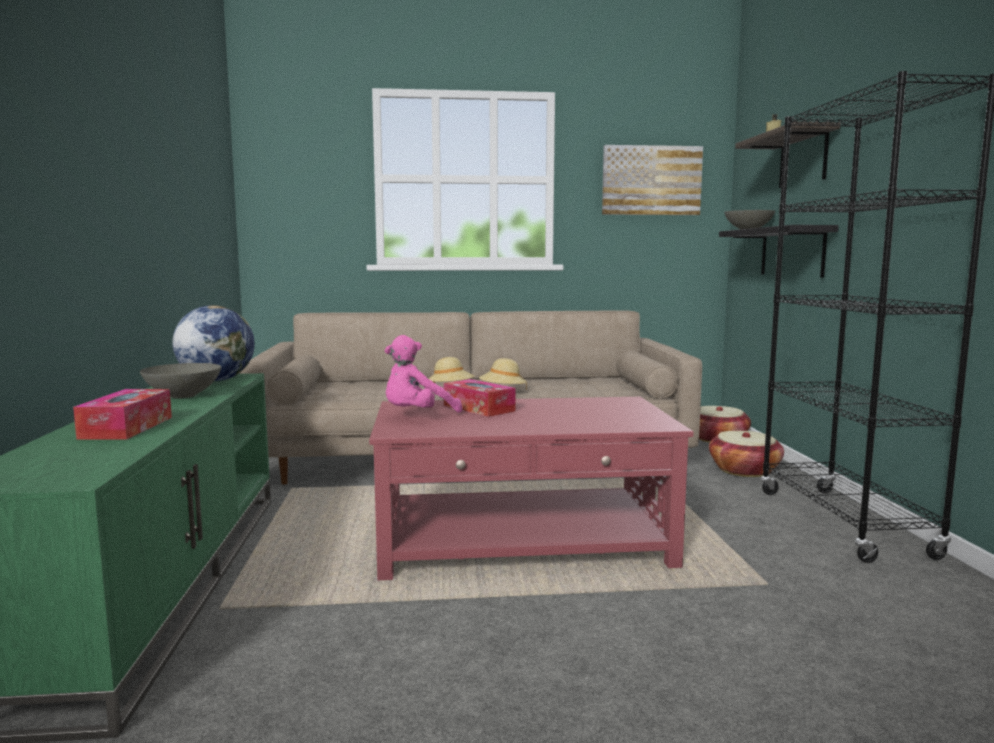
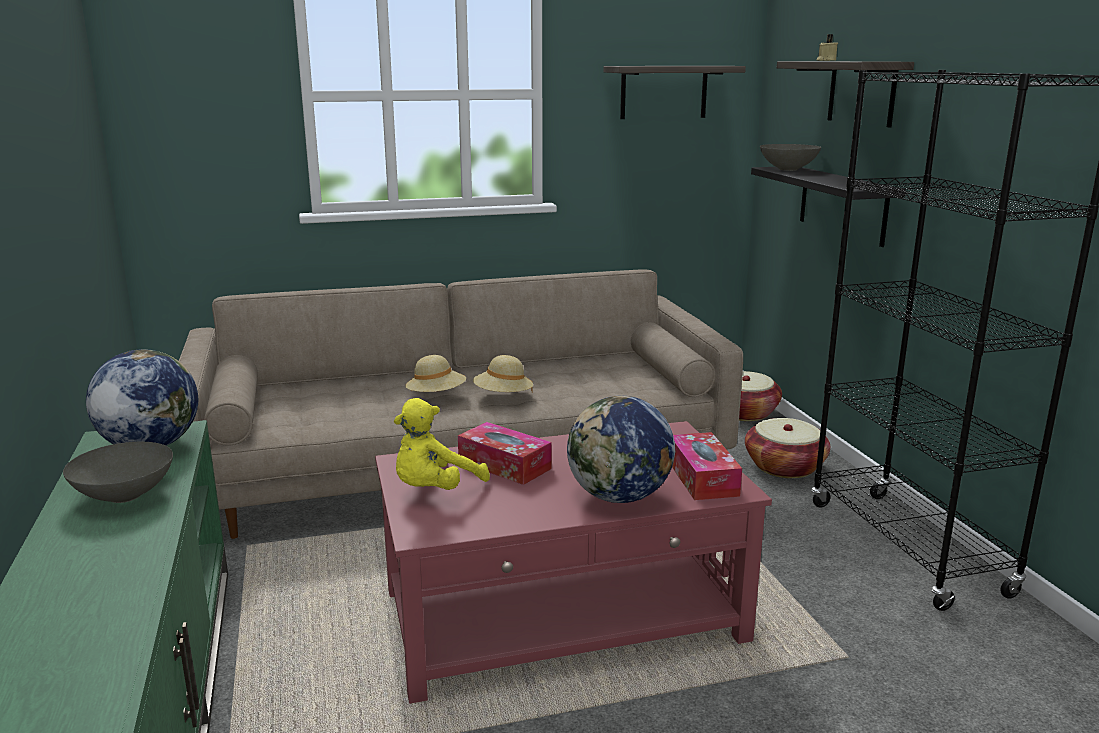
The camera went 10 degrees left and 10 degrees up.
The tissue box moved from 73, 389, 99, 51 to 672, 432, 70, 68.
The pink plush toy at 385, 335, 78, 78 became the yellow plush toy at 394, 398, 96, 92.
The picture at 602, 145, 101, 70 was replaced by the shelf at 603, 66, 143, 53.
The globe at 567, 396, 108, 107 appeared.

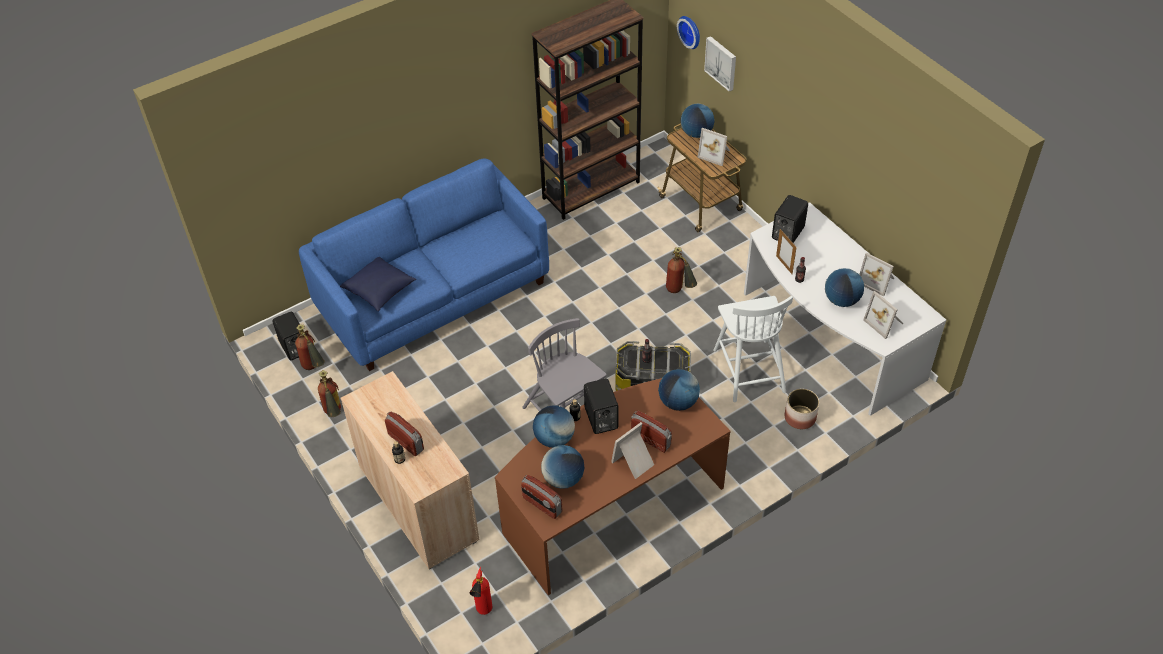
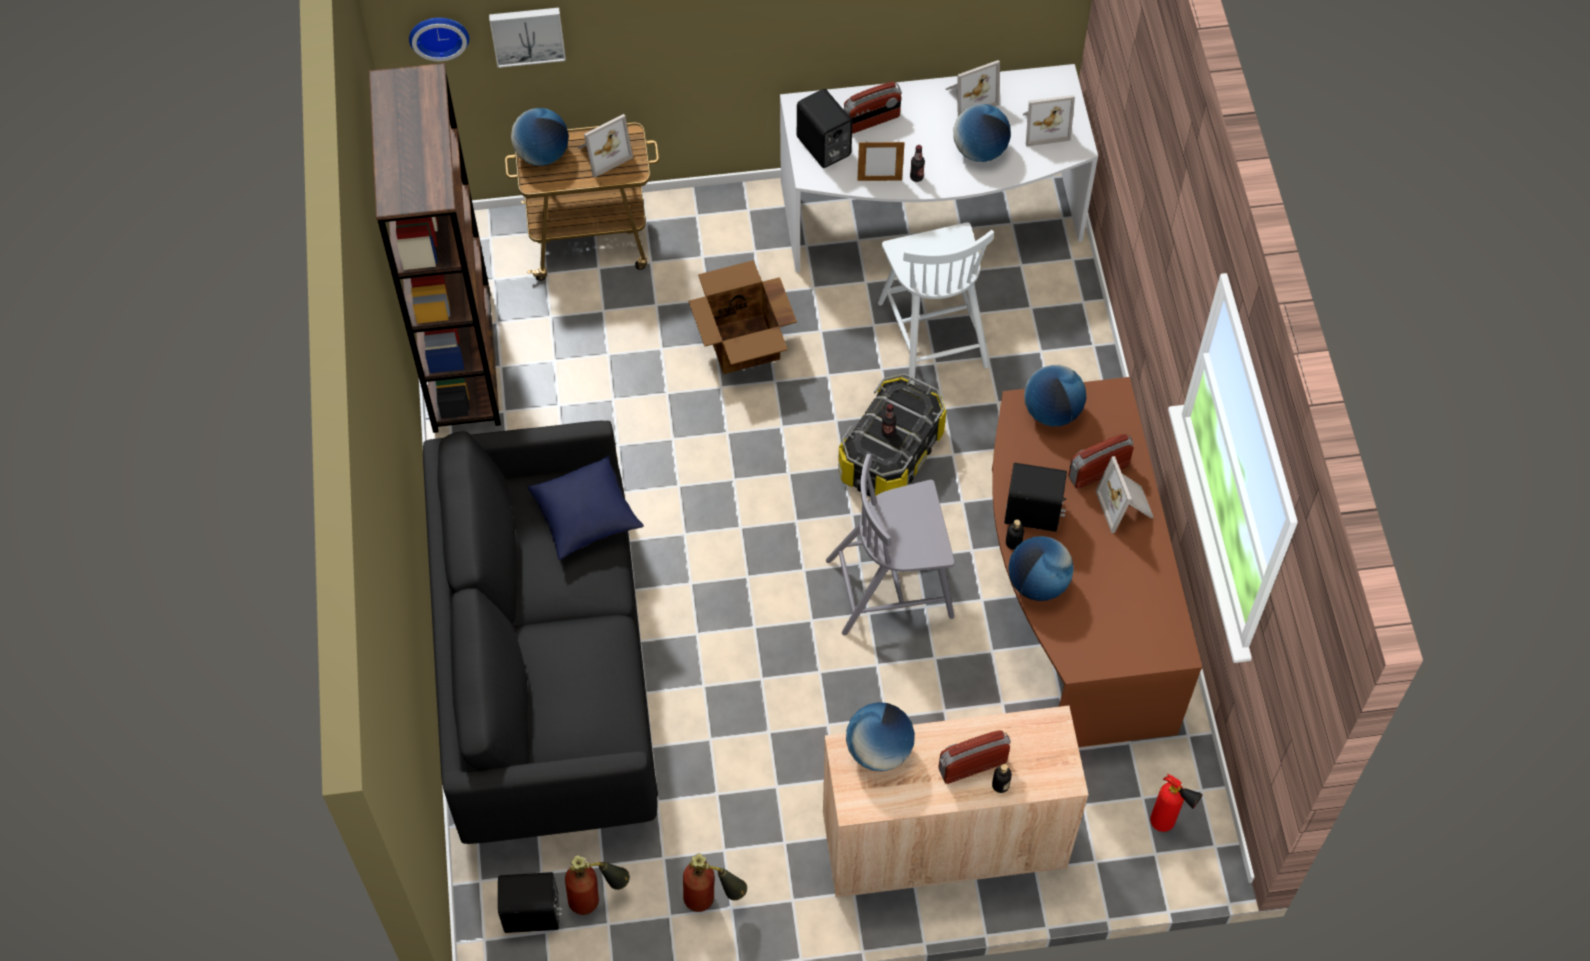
The camera went 65 degrees left and 10 degrees up.
The blue sofa at 299, 158, 250, 213 became the black sofa at 423, 421, 235, 423.
The blue pillow moved from 340, 257, 76, 54 to 528, 455, 116, 106.
The radio moved from 521, 475, 41, 44 to 844, 82, 58, 52.
The globe moved from 541, 445, 43, 44 to 846, 702, 69, 70.
The fire extinguisher at 666, 247, 31, 46 was replaced by the cardboard box at 688, 260, 109, 114.
The white chair at 713, 296, 80, 106 turned 60 degrees clockwise.
The planter at 785, 389, 34, 40 disappeared.

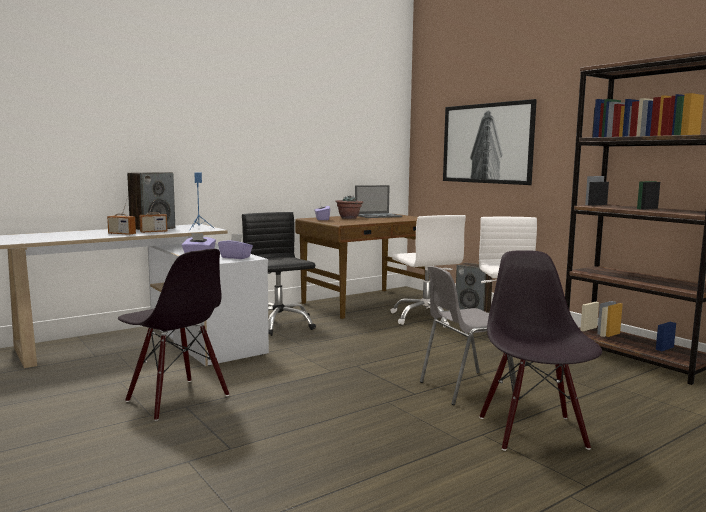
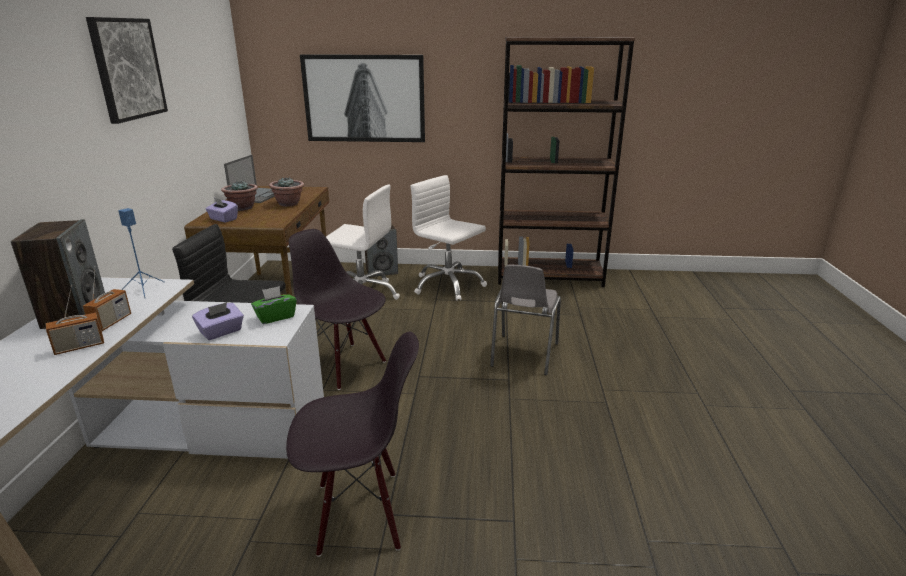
The camera went 50 degrees left and 15 degrees up.
The purple tissue box at 218, 234, 35, 25 became the green tissue box at 251, 286, 46, 38.
The black chair moved from 479, 250, 123, 201 to 289, 229, 97, 161.
The picture at 86, 17, 82, 107 appeared.
The potted plant at 269, 177, 35, 30 appeared.

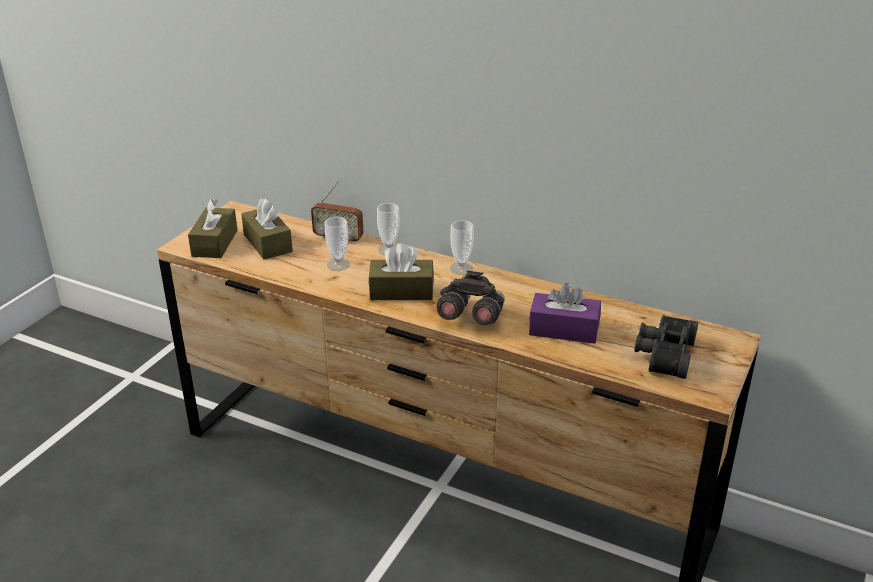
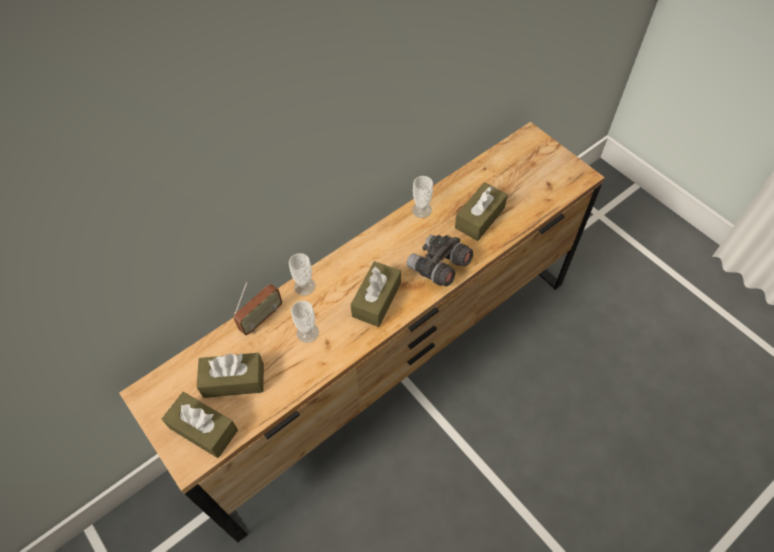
The camera went 65 degrees left and 25 degrees up.
The cup moved from 450, 220, 24, 55 to 412, 176, 21, 42.
The purple tissue box at 529, 283, 72, 61 became the brown tissue box at 455, 182, 53, 59.
The black binoculars at 634, 315, 64, 64 disappeared.

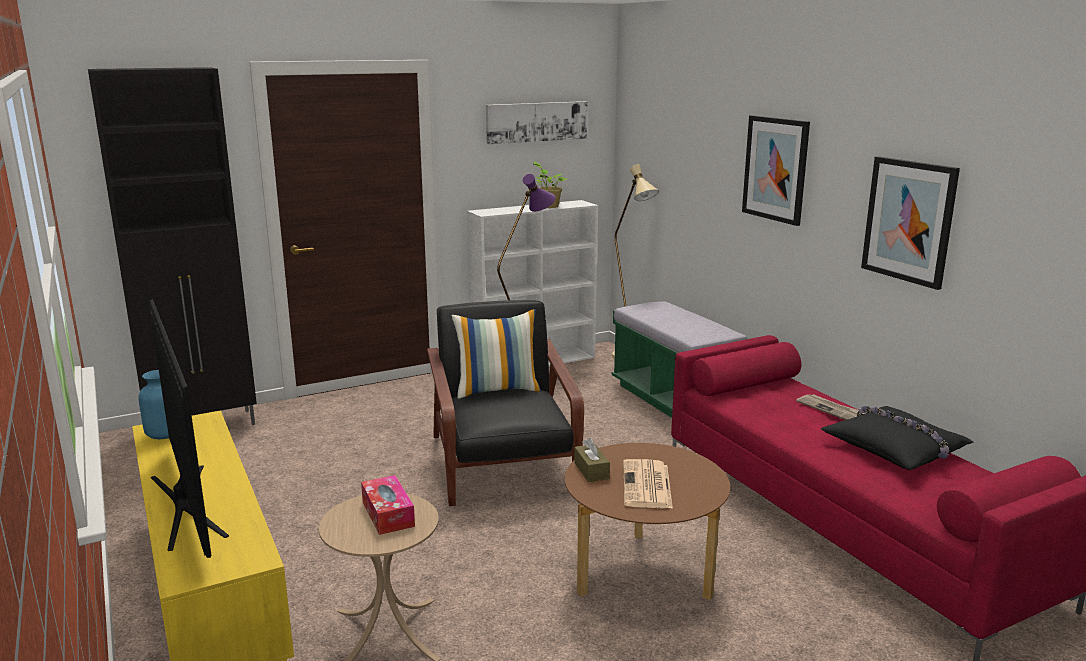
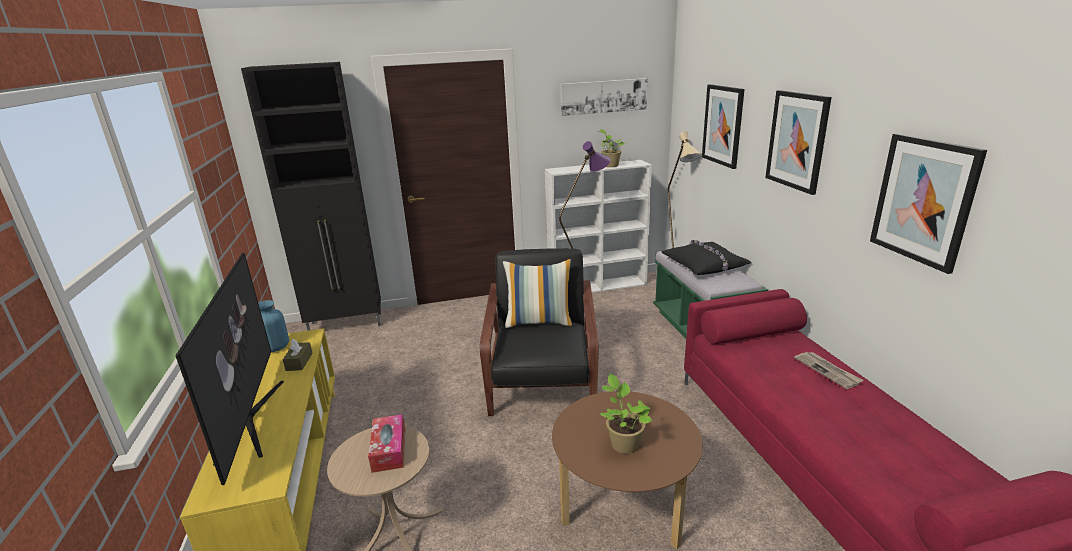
The camera went 15 degrees right and 5 degrees up.
The brown tissue box moved from 574, 438, 36, 44 to 283, 339, 30, 32.
The newspaper at 623, 459, 50, 50 was replaced by the potted plant at 600, 374, 52, 80.
The black pillow moved from 821, 406, 152, 64 to 661, 240, 91, 35.
The picture at 702, 84, 43, 85 appeared.

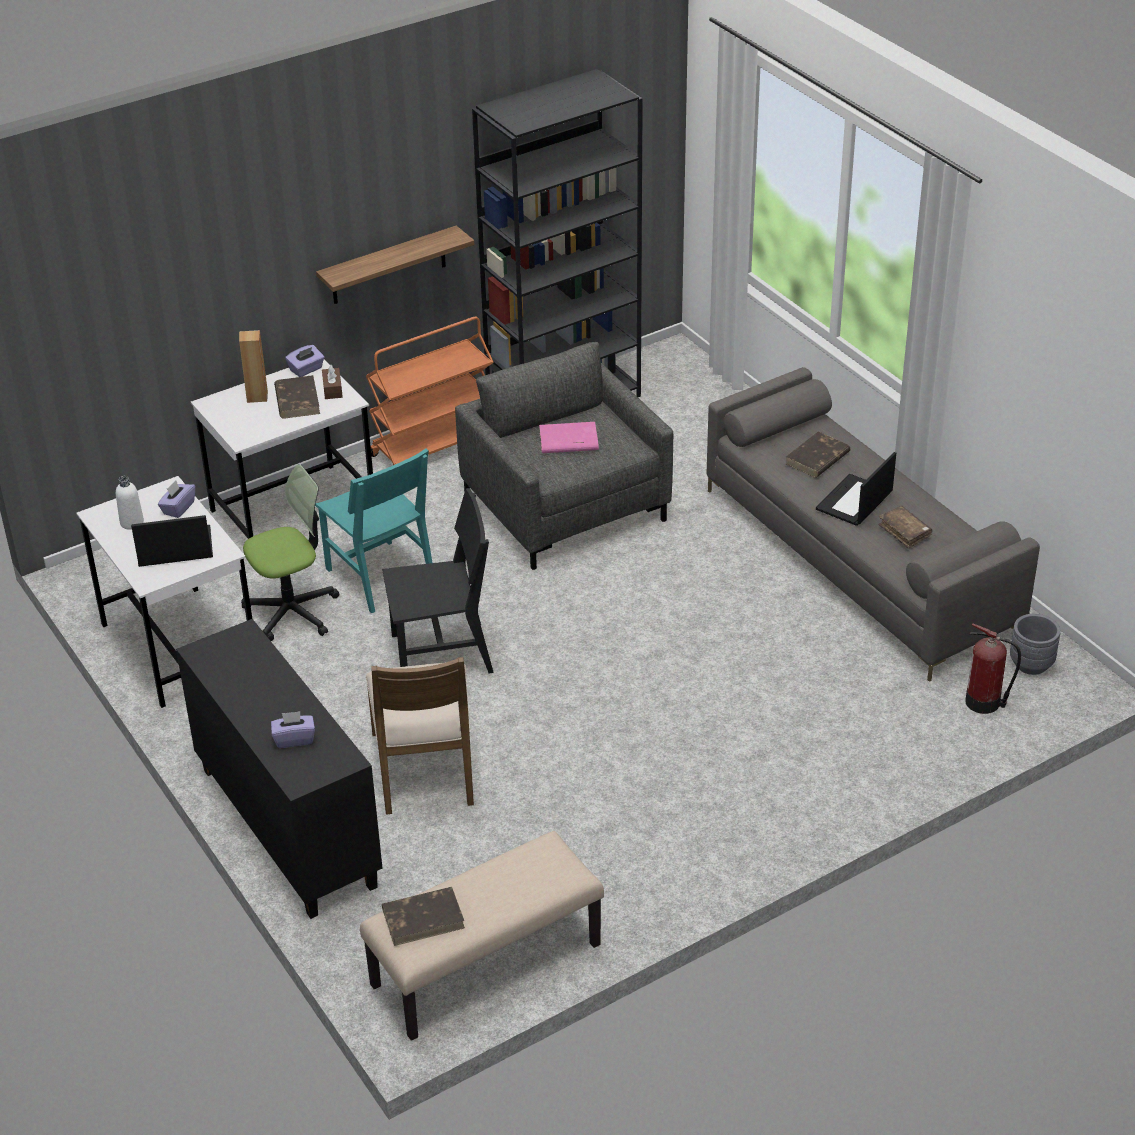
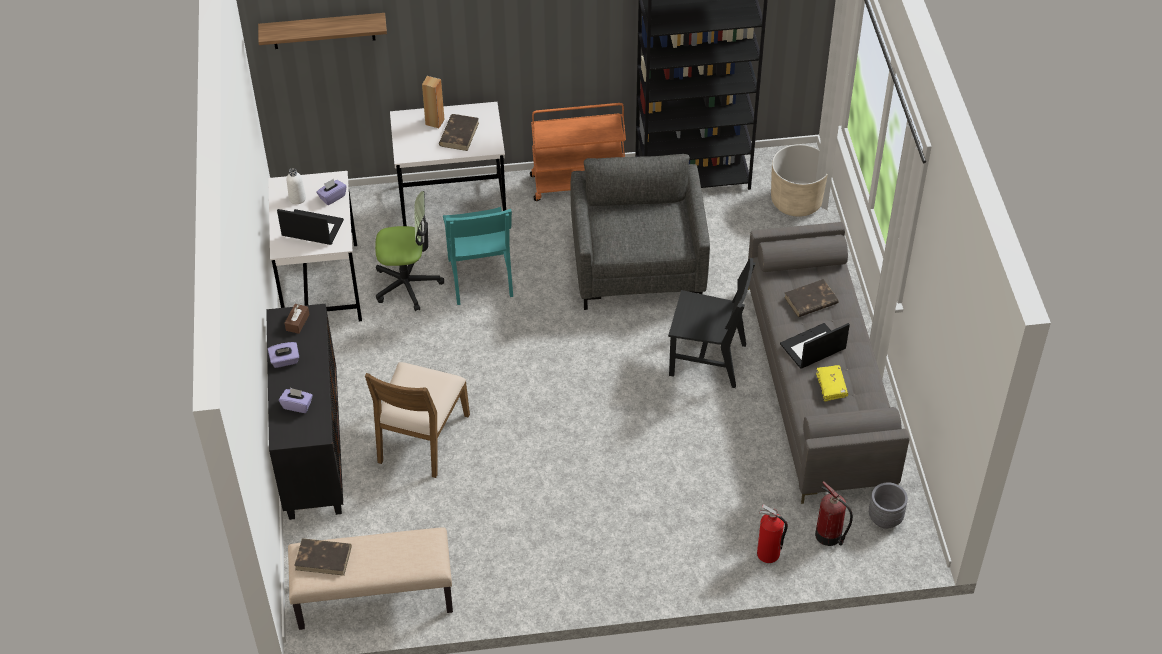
The camera went 25 degrees right and 10 degrees up.
The purple tissue box moved from 285, 345, 39, 32 to 268, 342, 31, 26.
The shelf moved from 316, 225, 158, 79 to 258, 13, 129, 36.
The brown tissue box moved from 322, 365, 21, 34 to 285, 304, 25, 30.
The black chair moved from 382, 488, 112, 185 to 668, 258, 87, 130.
The pink book at 539, 422, 60, 31 disappeared.
The brown book at 878, 506, 54, 43 became the yellow book at 816, 365, 32, 37.
The fire extinguisher at 757, 504, 31, 59 appeared.
The beige planter at 771, 144, 57, 73 appeared.

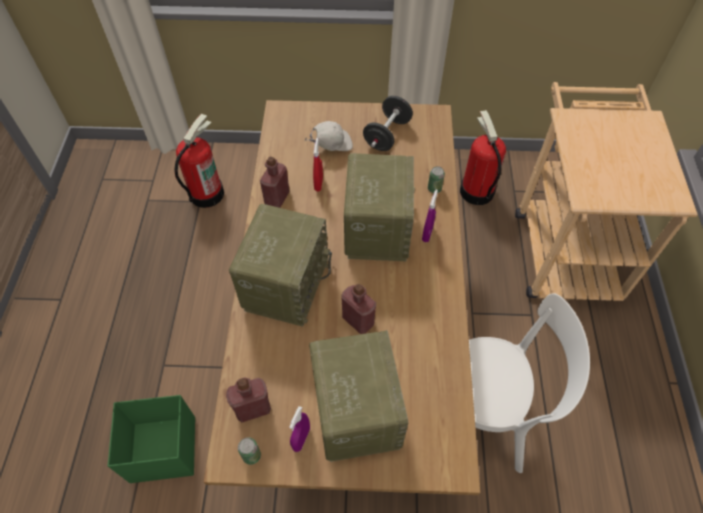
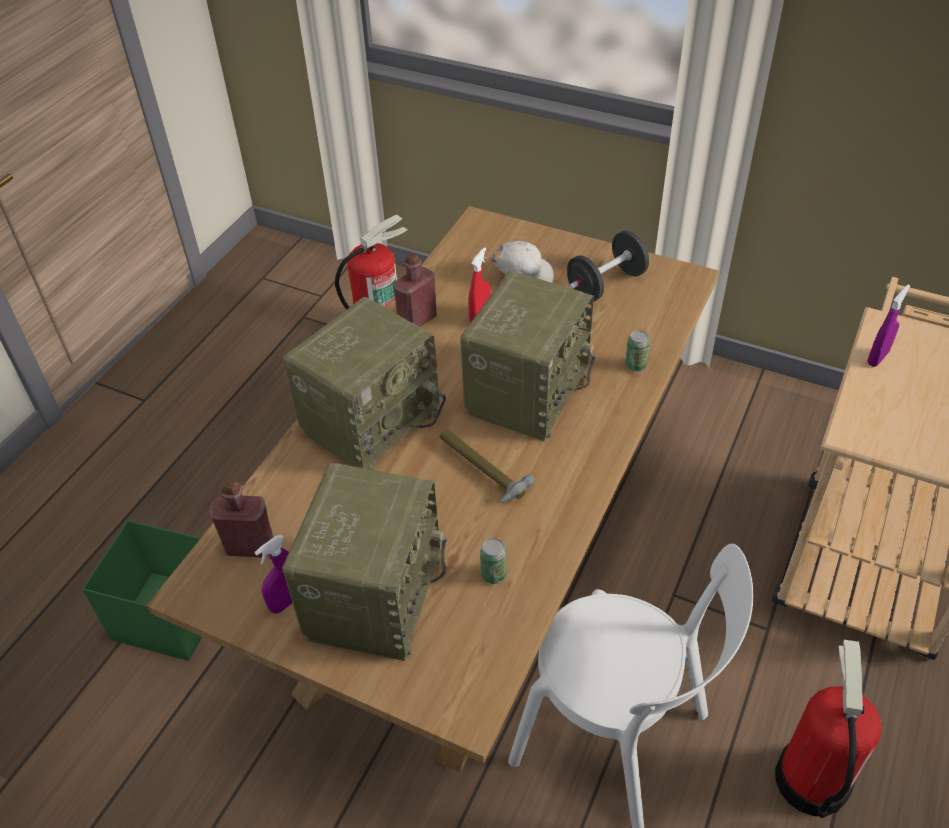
The camera went 25 degrees right and 10 degrees down.
The can moved from 238, 437, 23, 28 to 480, 538, 26, 46.
The red bottle at 341, 284, 35, 50 disappeared.
The purple spray bottle moved from 422, 189, 16, 53 to 867, 284, 43, 83.
The fire extinguisher moved from 460, 110, 46, 95 to 775, 640, 107, 178.
The hammer at 440, 430, 95, 73 appeared.

